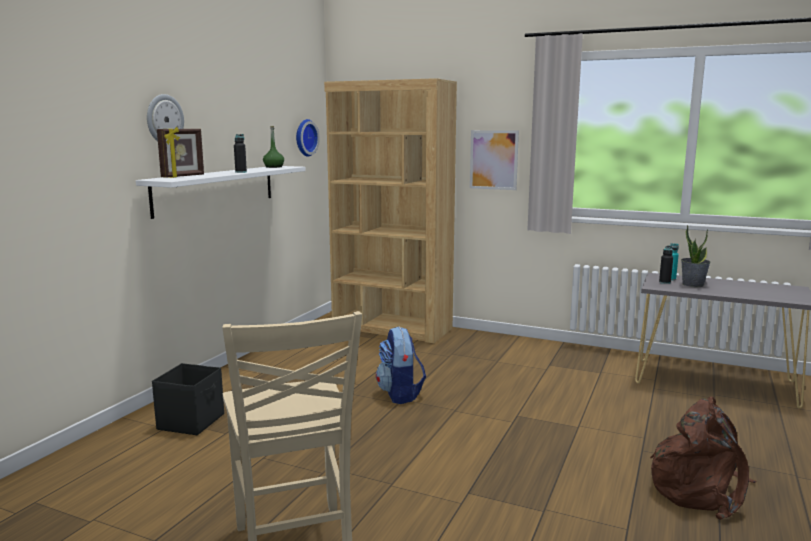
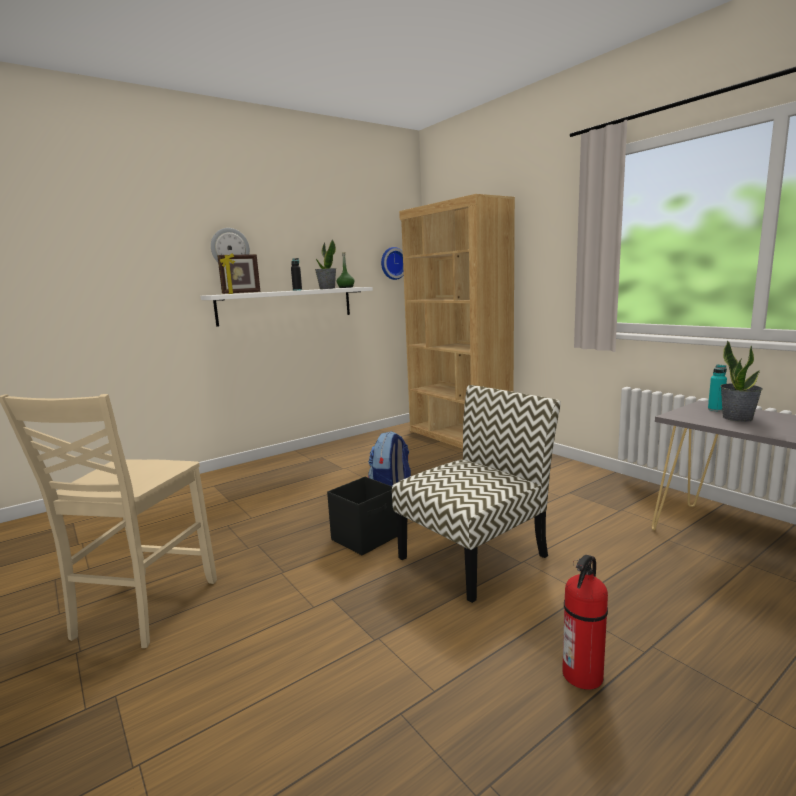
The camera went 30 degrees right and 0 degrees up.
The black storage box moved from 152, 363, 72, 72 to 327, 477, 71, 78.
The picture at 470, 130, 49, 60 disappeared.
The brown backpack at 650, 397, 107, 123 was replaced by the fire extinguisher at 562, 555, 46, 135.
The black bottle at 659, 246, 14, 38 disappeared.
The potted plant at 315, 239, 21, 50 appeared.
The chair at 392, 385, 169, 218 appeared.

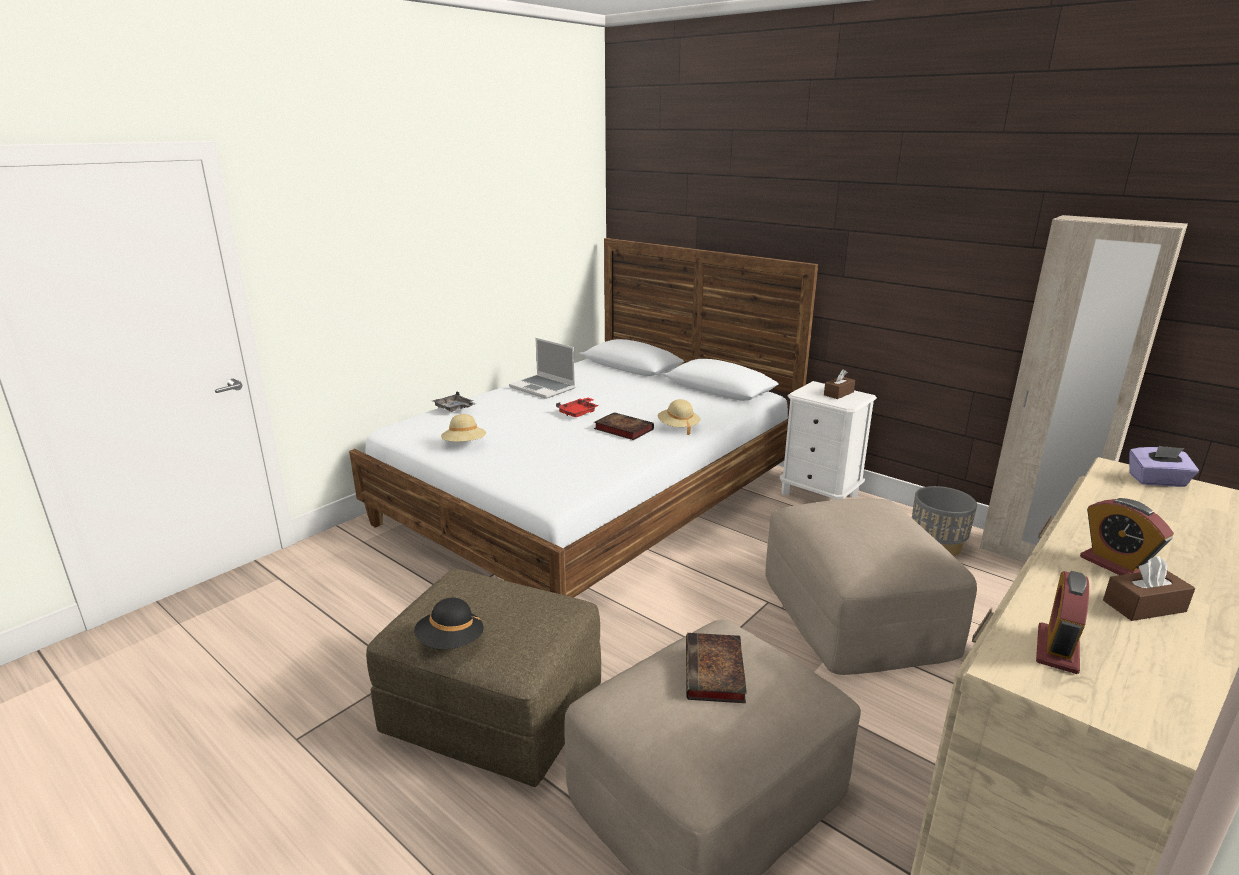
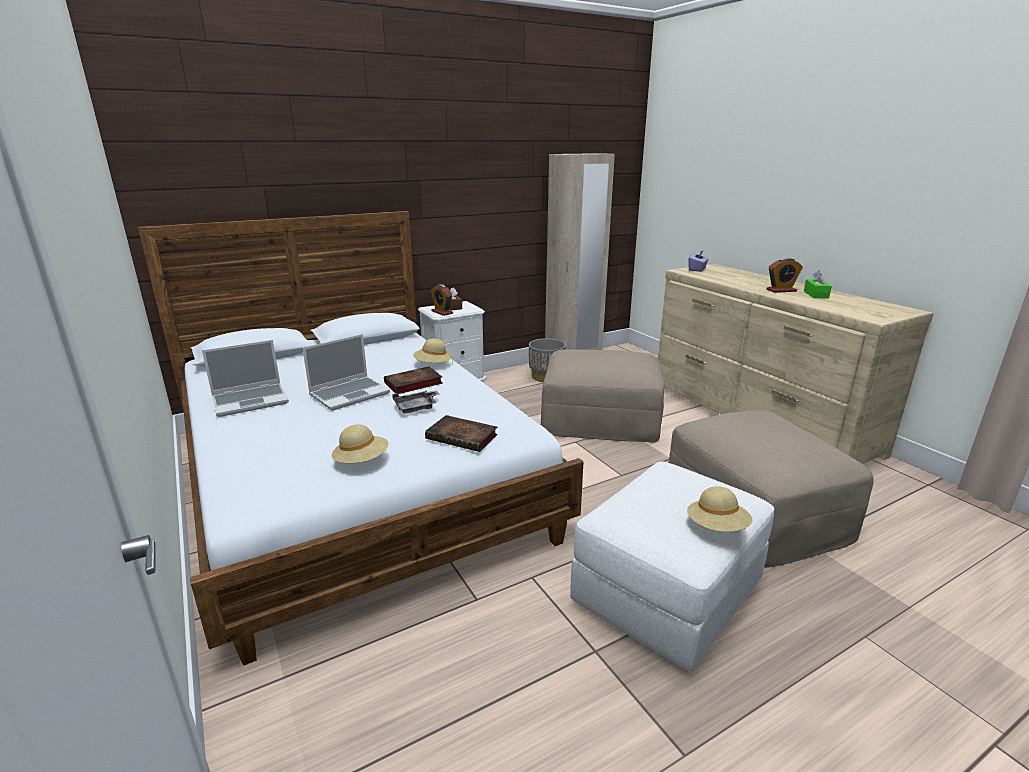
The camera went 70 degrees left and 0 degrees up.
The brown ottoman at 366, 569, 235, 218 became the white ottoman at 570, 461, 204, 211.
The black hat at 414, 598, 70, 51 became the beige hat at 687, 486, 65, 46.
The grey tray moved from 433, 391, 43, 21 to 392, 390, 47, 24.
The red tray at 556, 397, 43, 20 was replaced by the laptop at 303, 334, 87, 77.
The book moved from 686, 633, 61, 70 to 425, 415, 73, 37.
The alarm clock moved from 1036, 571, 53, 103 to 431, 284, 22, 32.
The brown tissue box at 1103, 556, 92, 65 became the green tissue box at 804, 270, 28, 29.

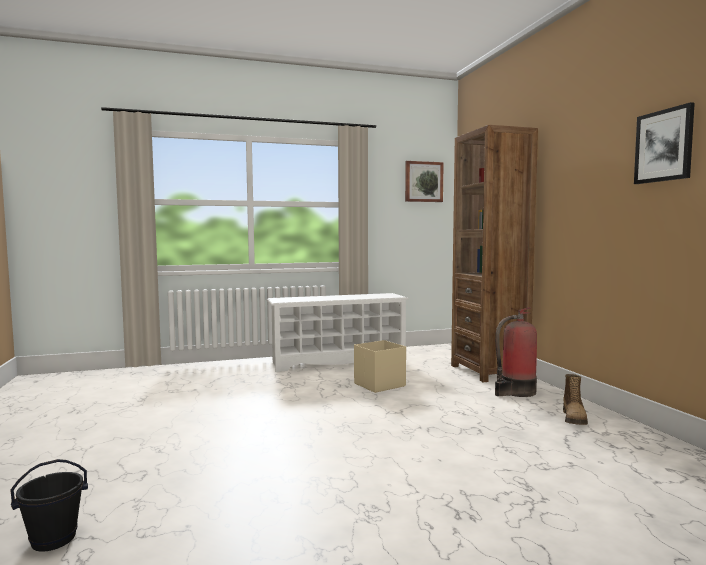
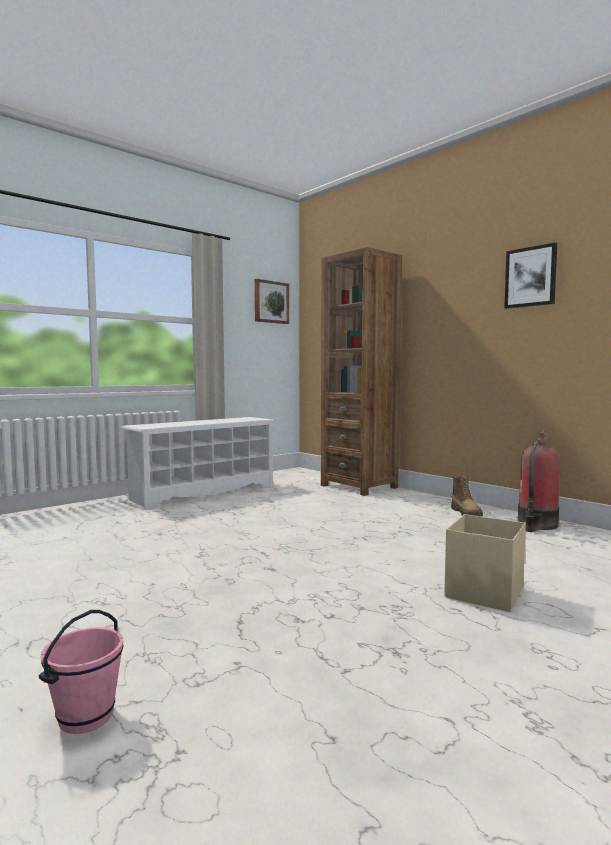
The camera went 25 degrees left and 0 degrees up.
The black bucket at 10, 459, 78, 93 became the pink bucket at 39, 610, 84, 124.
The beige storage box moved from 354, 340, 52, 53 to 444, 514, 82, 98.
The fire extinguisher moved from 495, 307, 42, 90 to 518, 429, 42, 103.

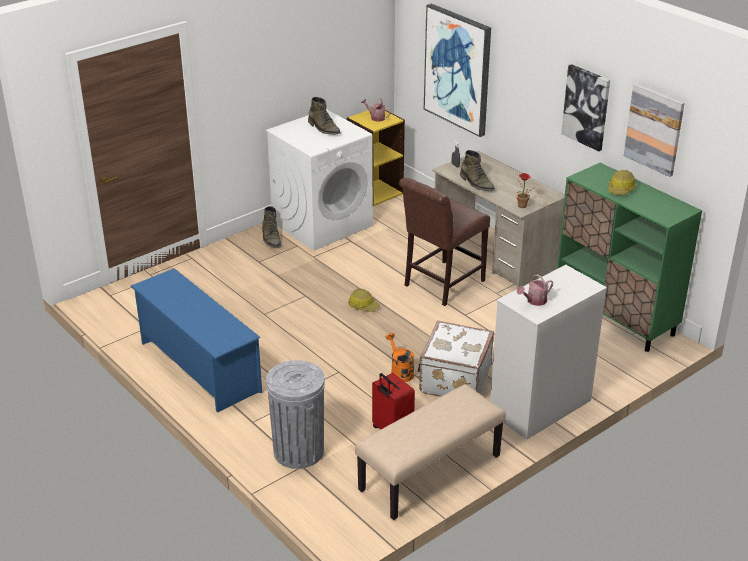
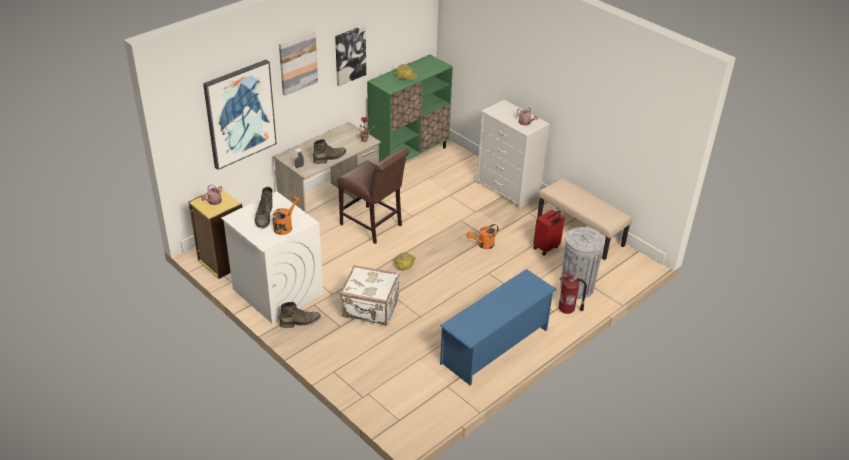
The camera went 95 degrees left and 5 degrees up.
The green boot at 308, 97, 33, 38 turned 135 degrees clockwise.
The white suitcase moved from 418, 321, 76, 76 to 340, 265, 59, 61.
The picture moved from 624, 84, 61, 93 to 279, 31, 39, 65.
The orange watering can at 272, 196, 28, 39 appeared.
The fire extinguisher at 559, 272, 28, 42 appeared.

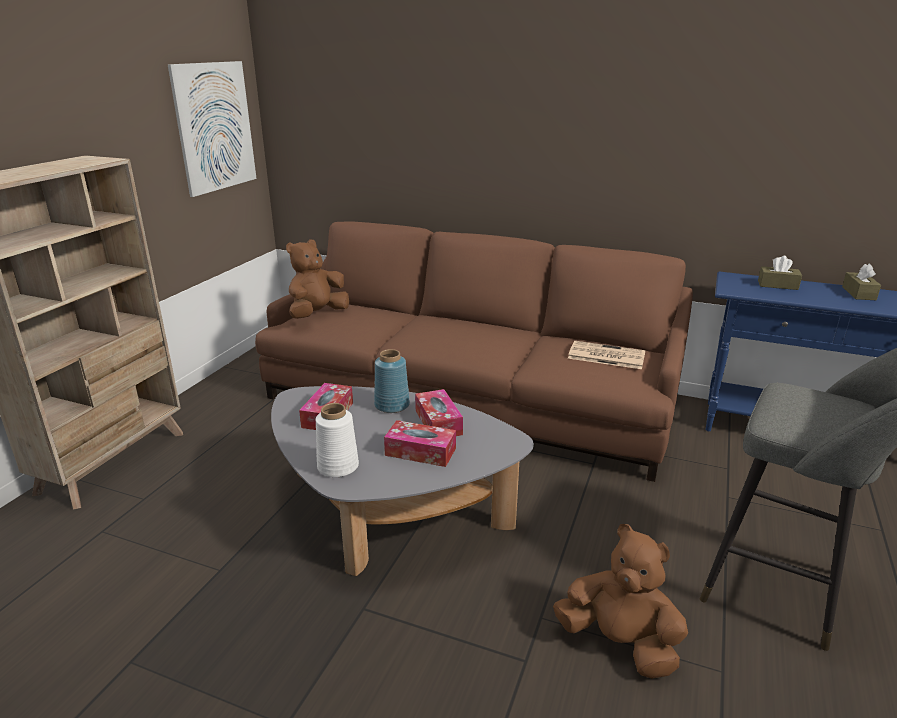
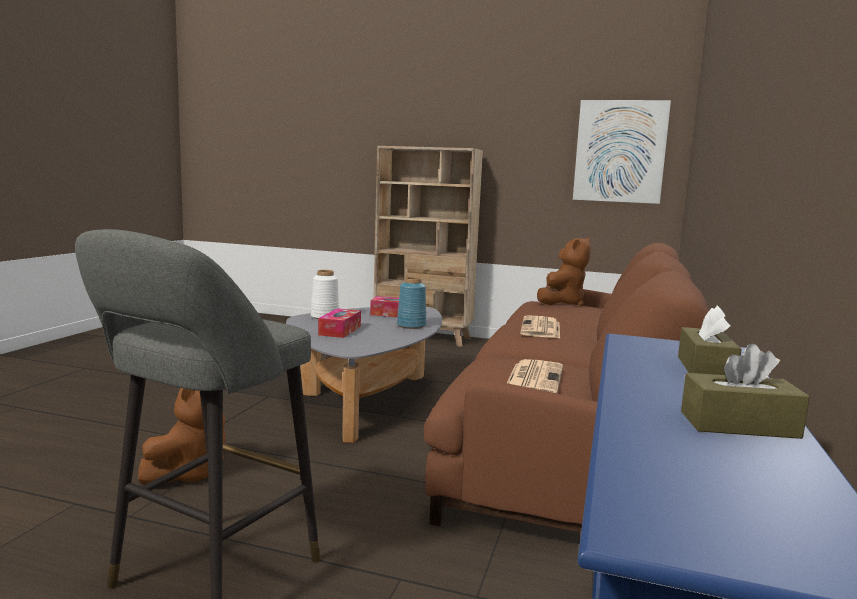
The camera went 85 degrees right and 15 degrees down.
The brown plush toy at 286, 239, 63, 80 turned 90 degrees clockwise.
The tissue box at 415, 389, 48, 47 disappeared.
The newspaper at 520, 315, 40, 23 appeared.

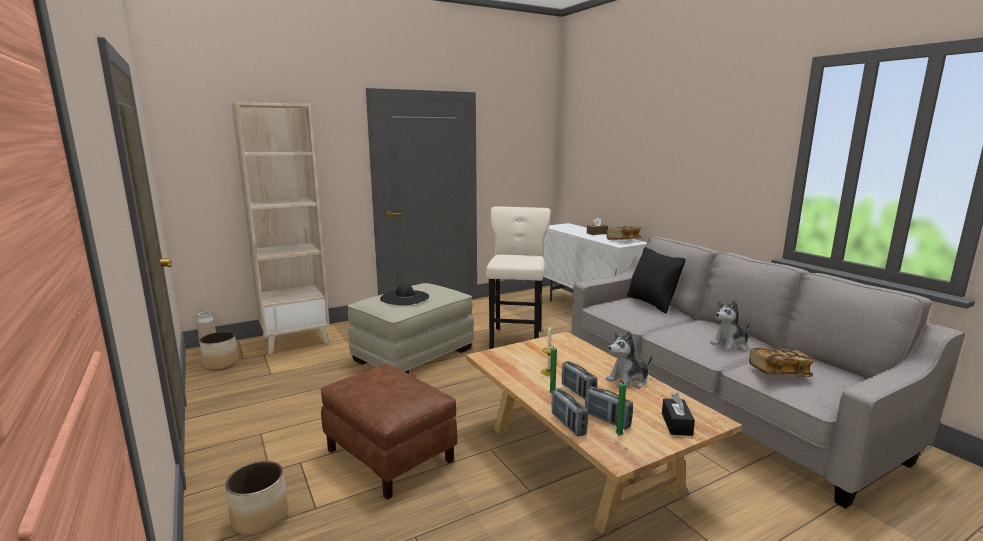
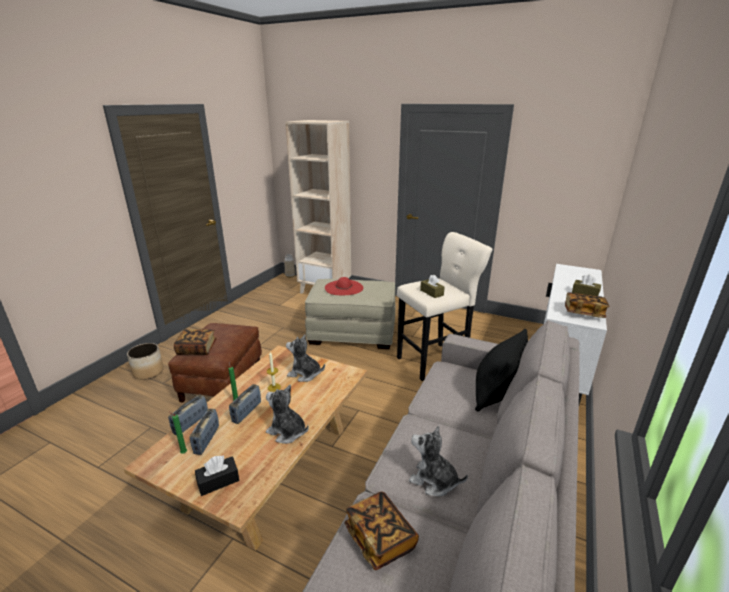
The camera went 55 degrees right and 10 degrees up.
The planter at 199, 332, 40, 38 disappeared.
The black hat at 380, 284, 49, 21 became the red hat at 325, 277, 38, 18.
The book at 174, 329, 43, 26 appeared.
The plush toy at 286, 335, 39, 47 appeared.
The brown tissue box at 420, 275, 25, 23 appeared.

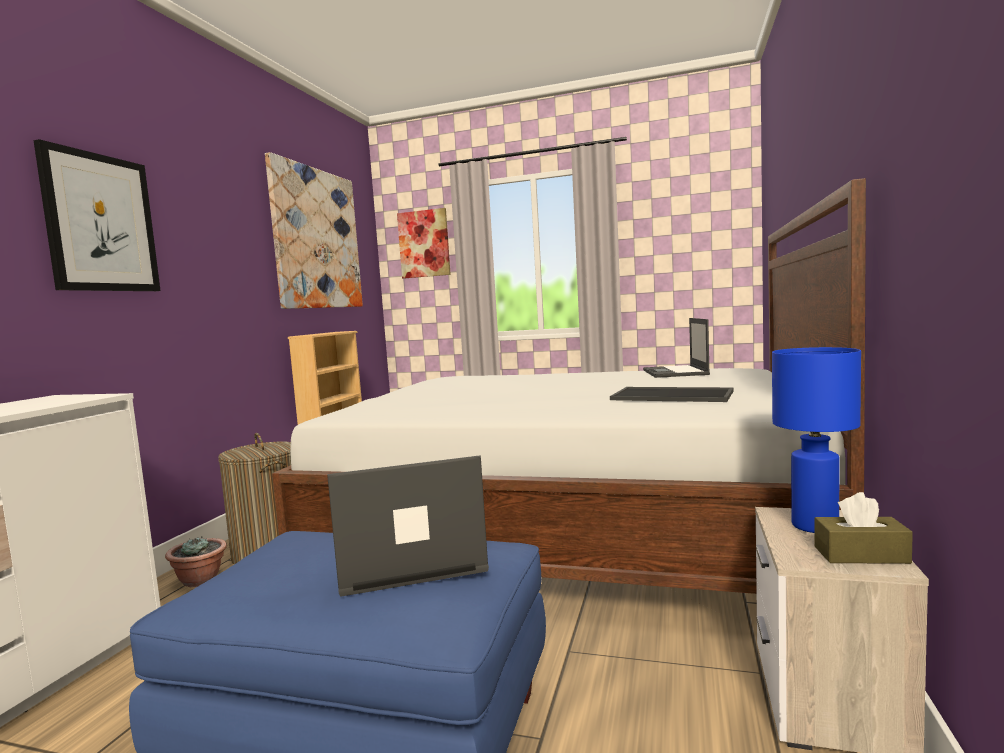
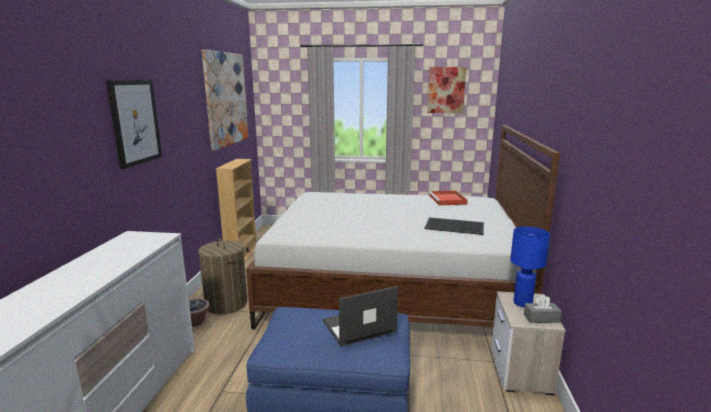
The camera went 10 degrees left and 10 degrees up.
The picture moved from 397, 208, 54, 71 to 427, 67, 39, 46.
The laptop at 643, 318, 67, 60 was replaced by the red tray at 429, 191, 39, 14.
The brown tissue box at 815, 492, 98, 72 became the grey tissue box at 524, 295, 38, 28.

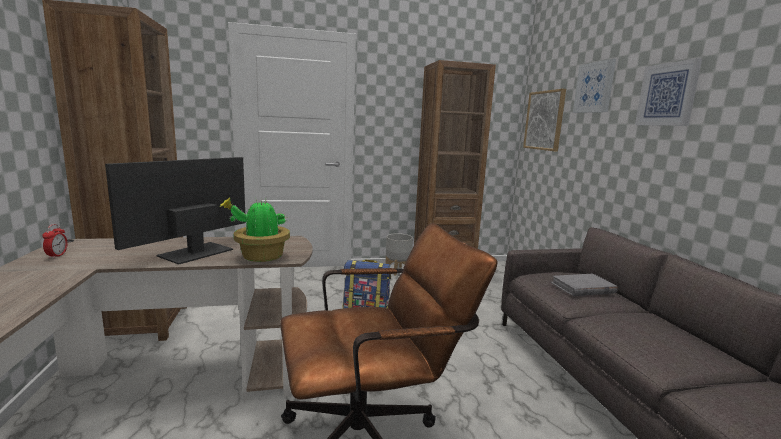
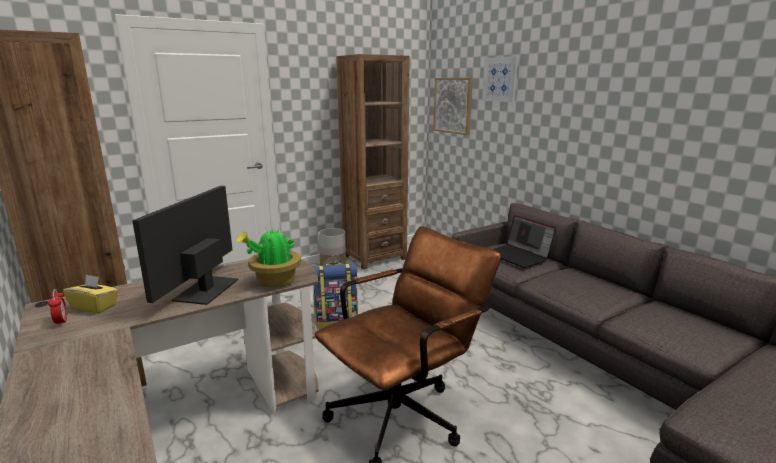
The camera went 20 degrees left and 5 degrees up.
The grey book at 551, 274, 67, 22 was replaced by the laptop at 493, 215, 63, 53.
The picture at 635, 58, 67, 68 disappeared.
The yellow tissue box at 63, 275, 55, 39 appeared.

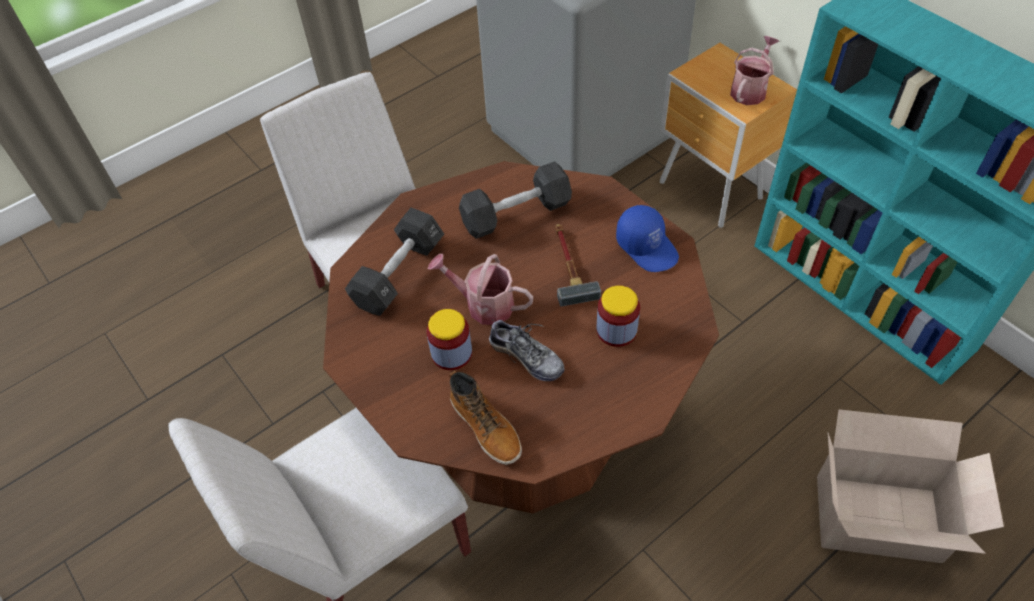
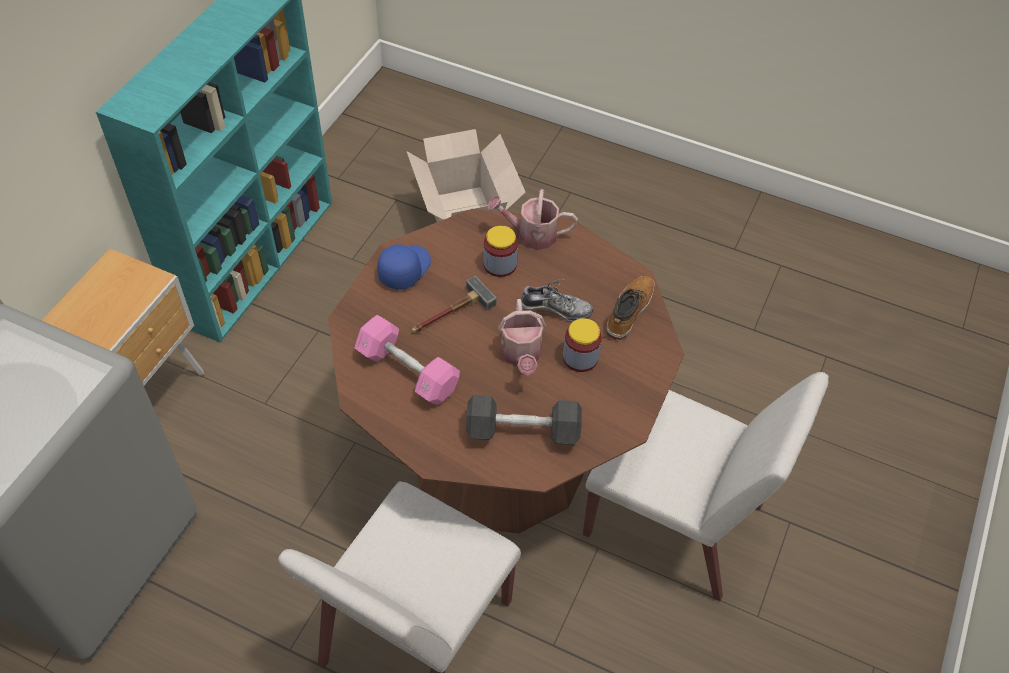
The camera went 120 degrees left and 0 degrees up.
The black dumbbell at 459, 161, 113, 78 became the pink dumbbell at 355, 315, 105, 90.
The shoe at 489, 319, 76, 62 turned 90 degrees clockwise.
The watering can moved from 730, 36, 49, 69 to 487, 189, 91, 61.

